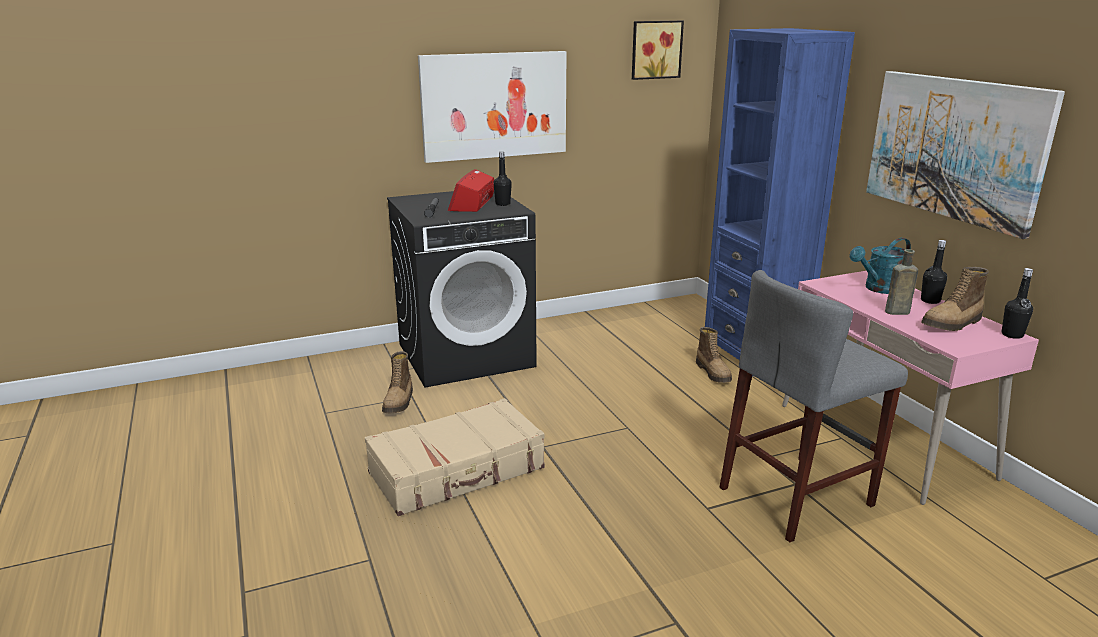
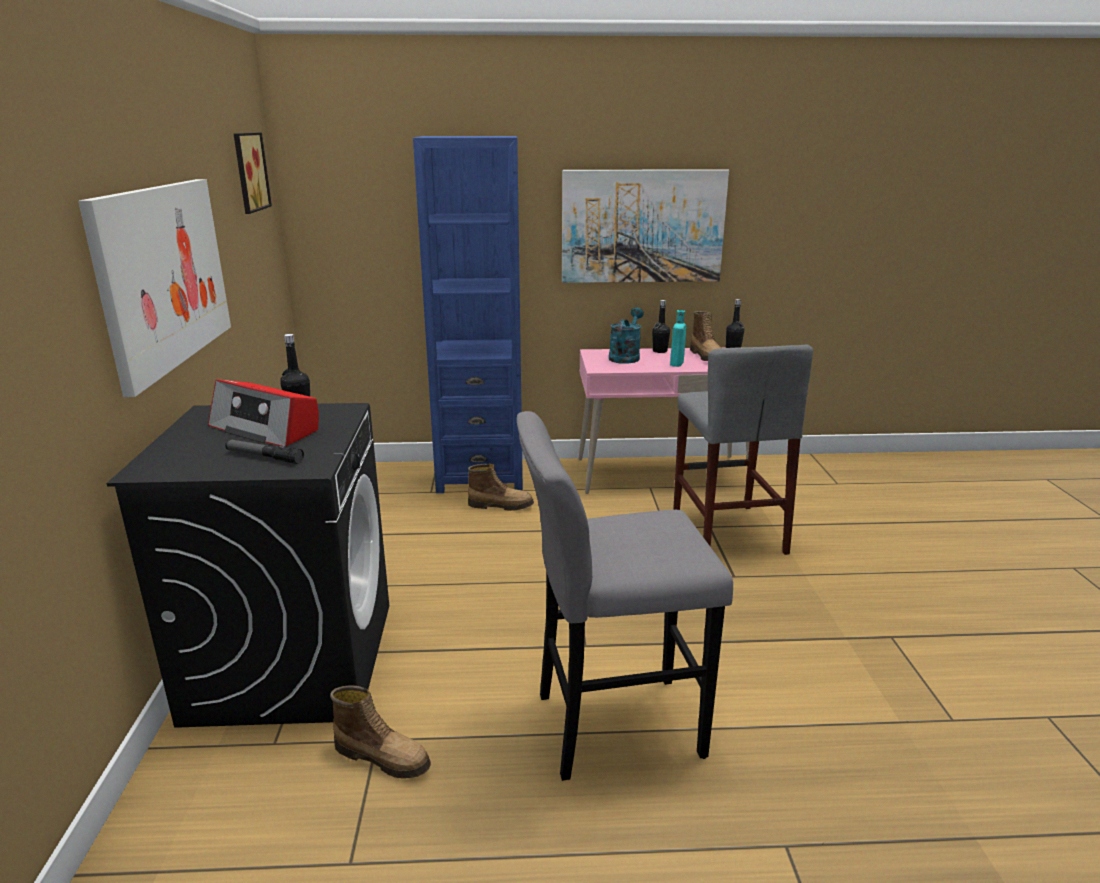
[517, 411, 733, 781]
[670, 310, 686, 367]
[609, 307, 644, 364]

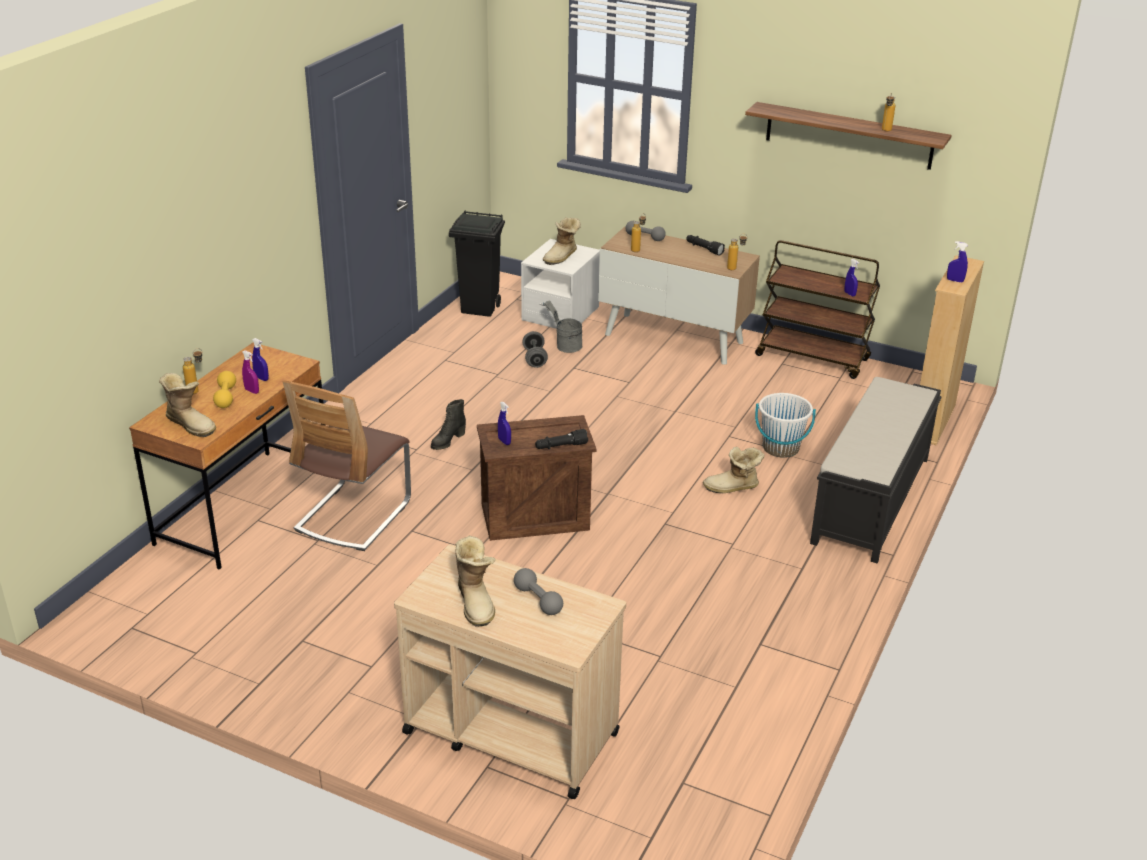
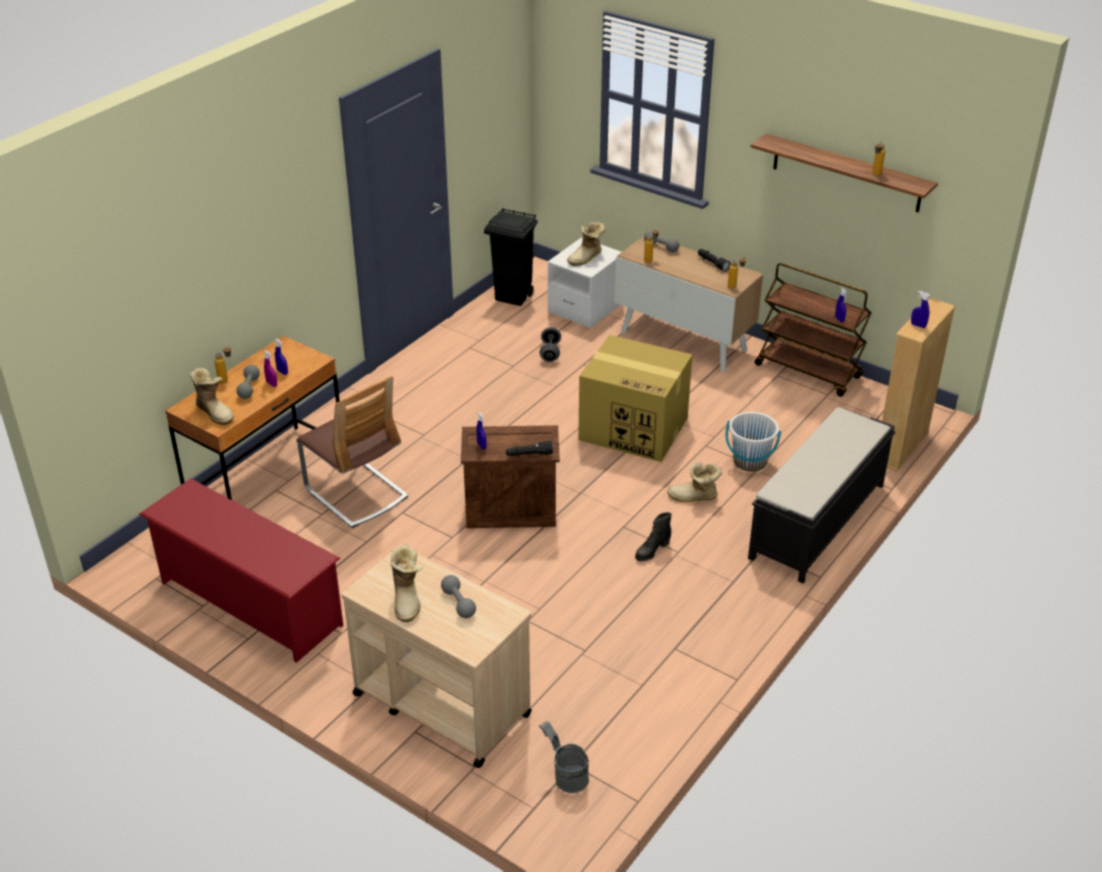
[139, 478, 344, 663]
[578, 335, 693, 462]
[635, 512, 671, 561]
[539, 721, 589, 793]
[236, 365, 260, 399]
[296, 376, 408, 528]

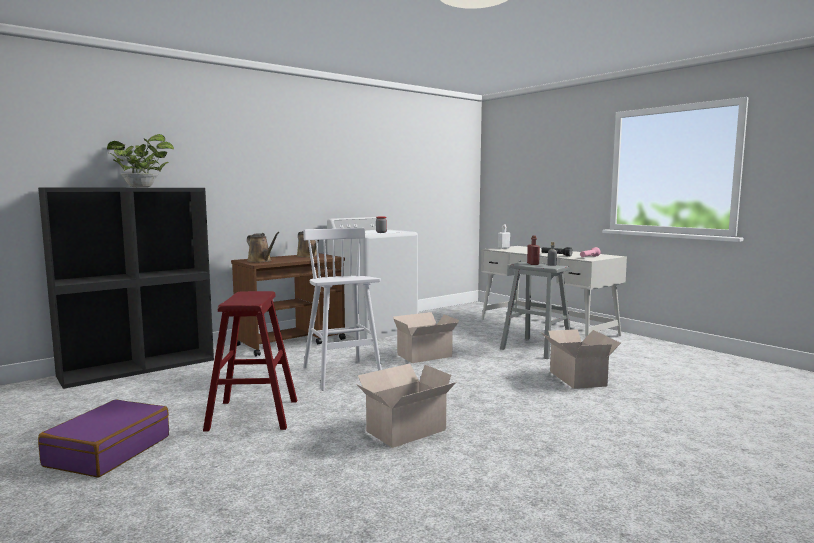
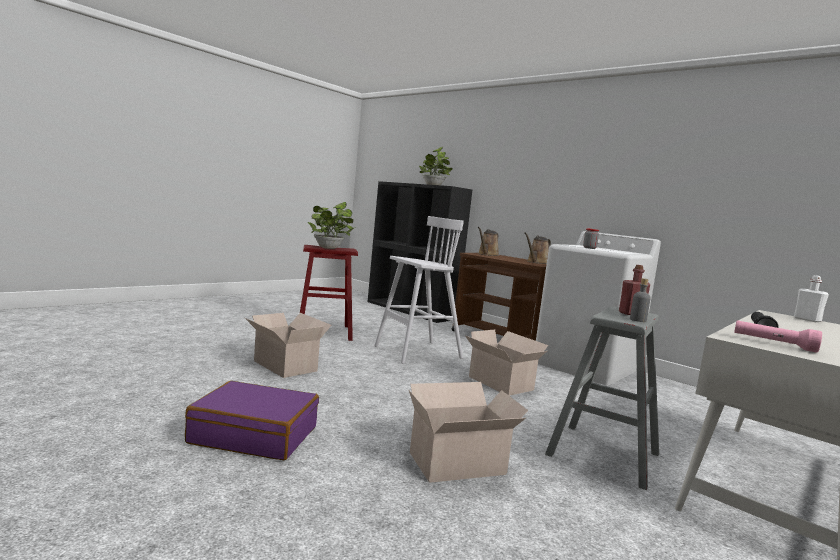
[308, 202, 356, 249]
[185, 381, 319, 460]

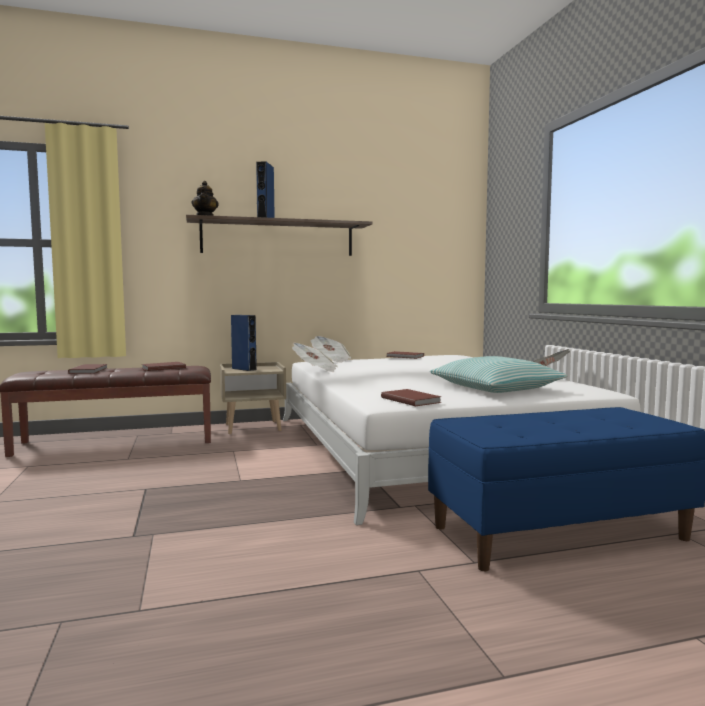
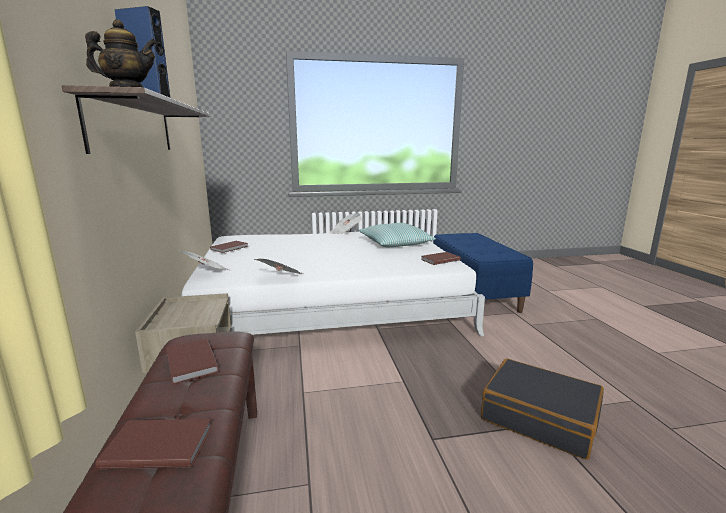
[231, 315, 257, 371] (first image)
[481, 359, 604, 460]

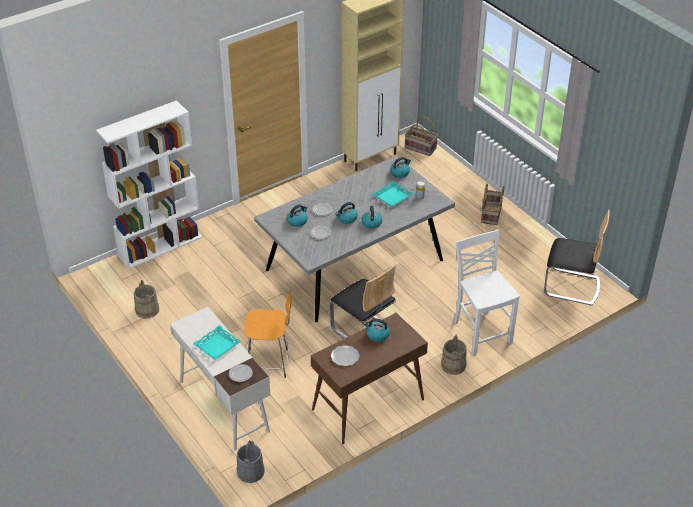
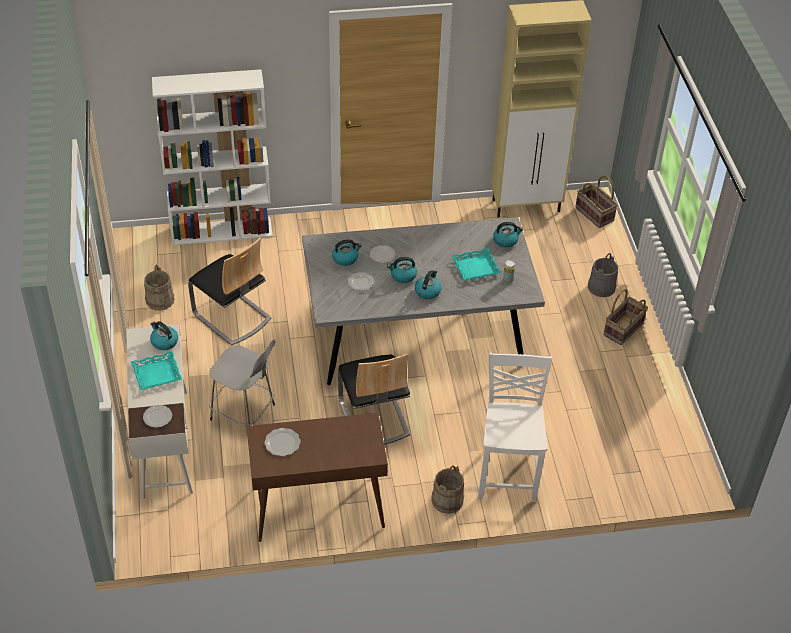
[588, 253, 618, 297]
[150, 321, 178, 350]
[188, 237, 272, 346]
[209, 339, 276, 426]

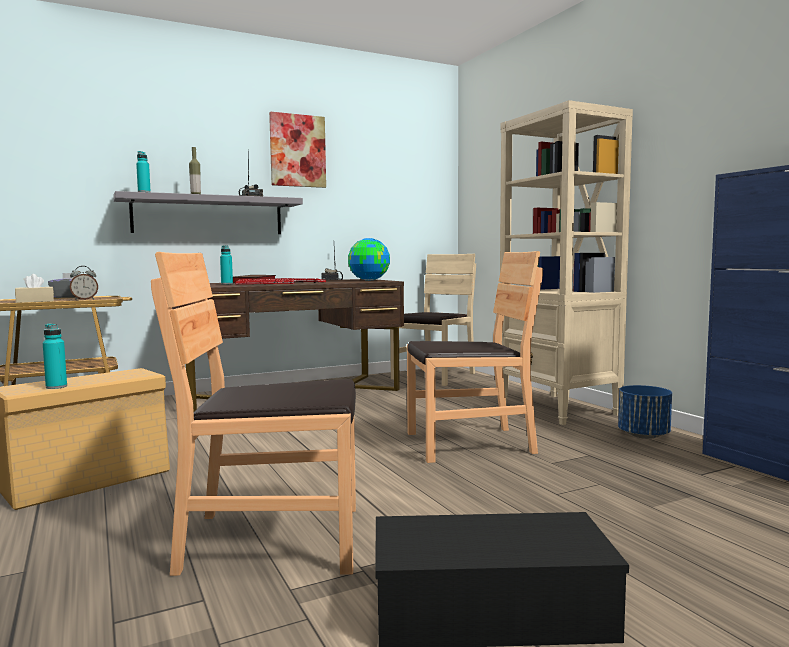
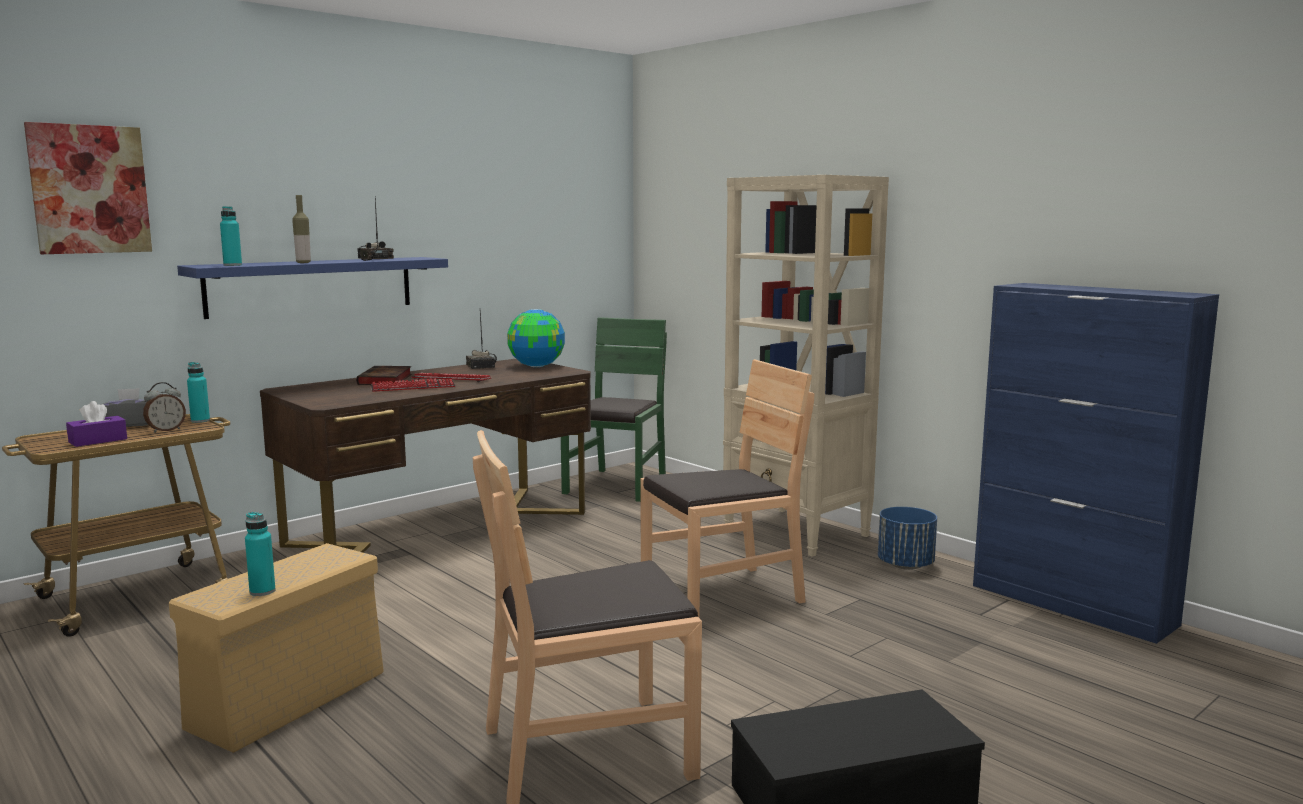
[187, 362, 210, 423]
[24, 122, 152, 254]
[66, 401, 127, 447]
[177, 257, 448, 319]
[561, 317, 667, 502]

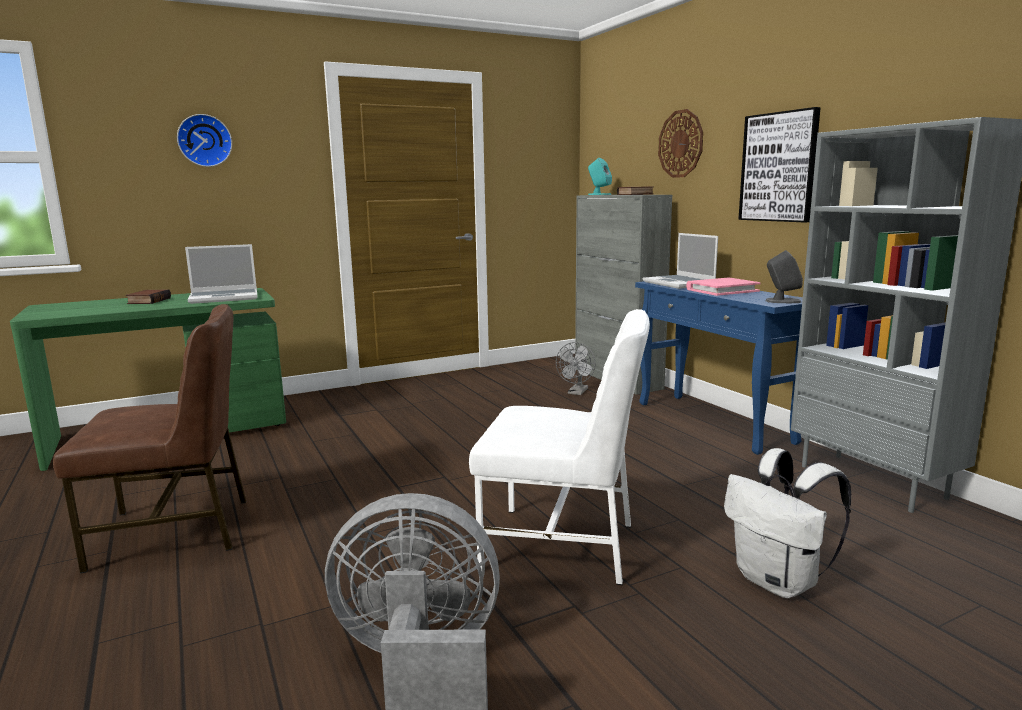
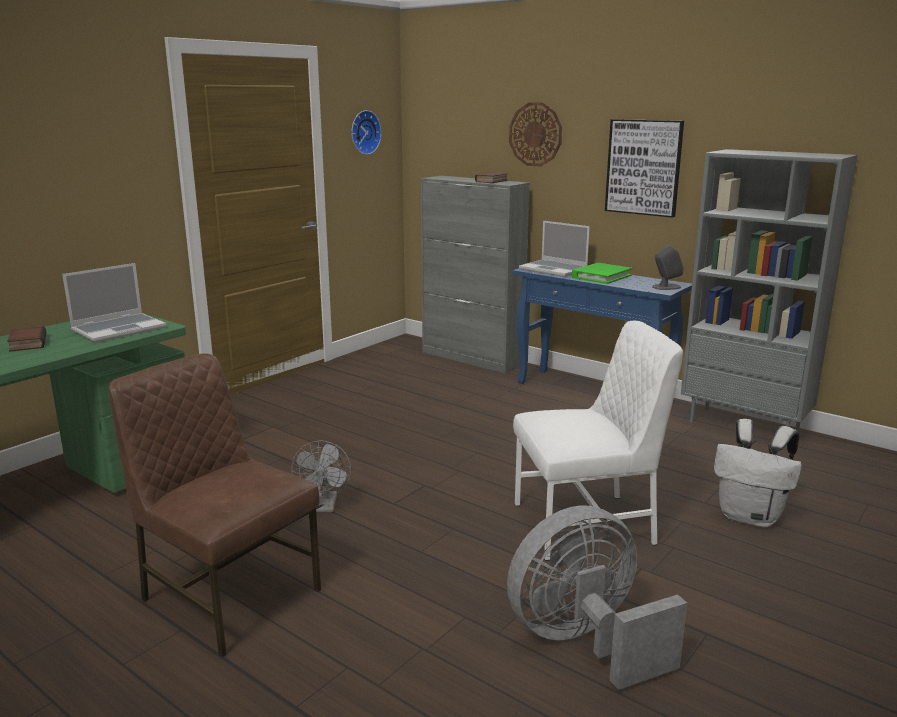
[588, 158, 612, 195] (first image)
[352, 110, 382, 155]
[291, 440, 351, 512]
[571, 263, 632, 284]
[109, 353, 321, 658]

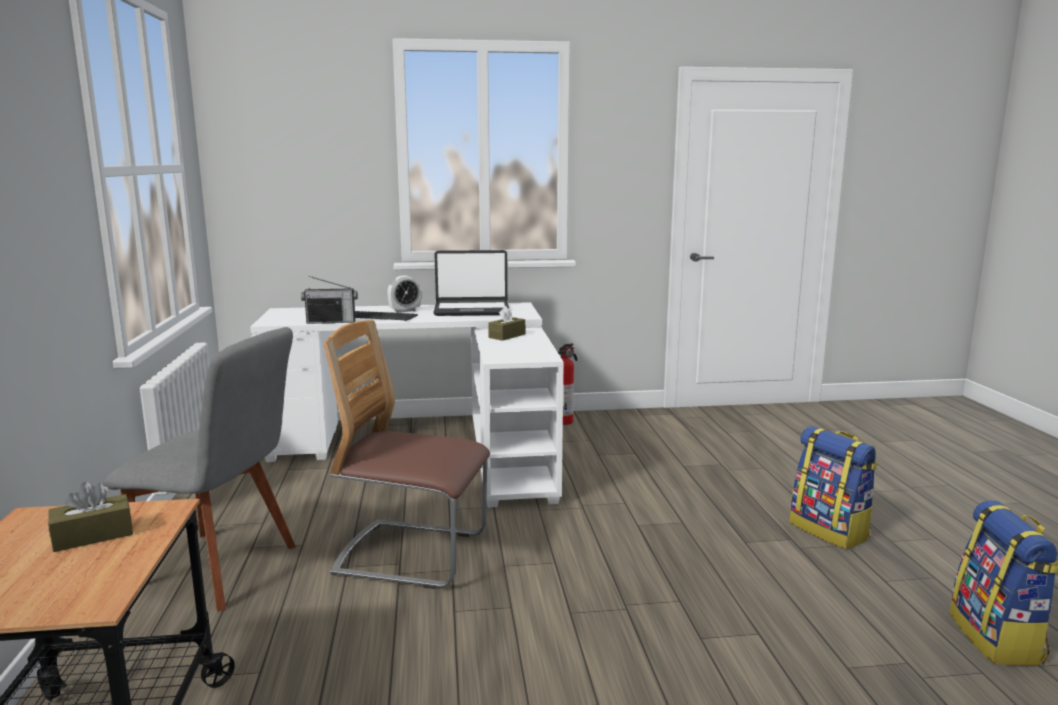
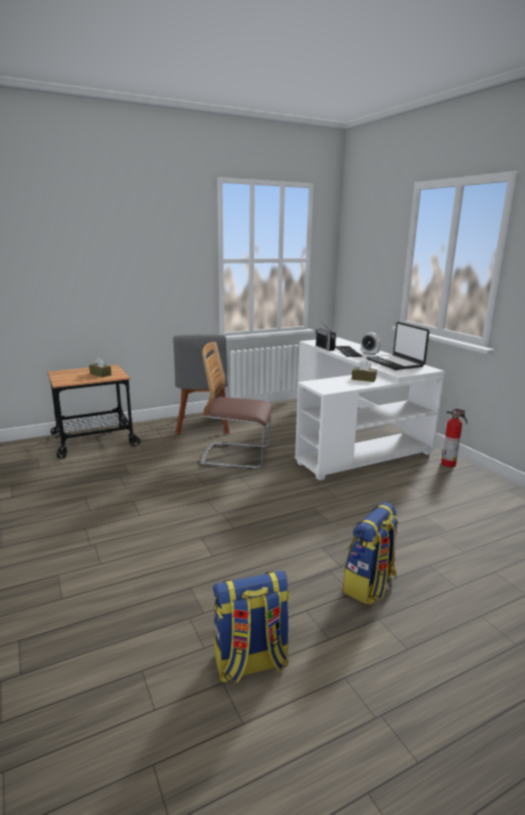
[201, 342, 273, 469]

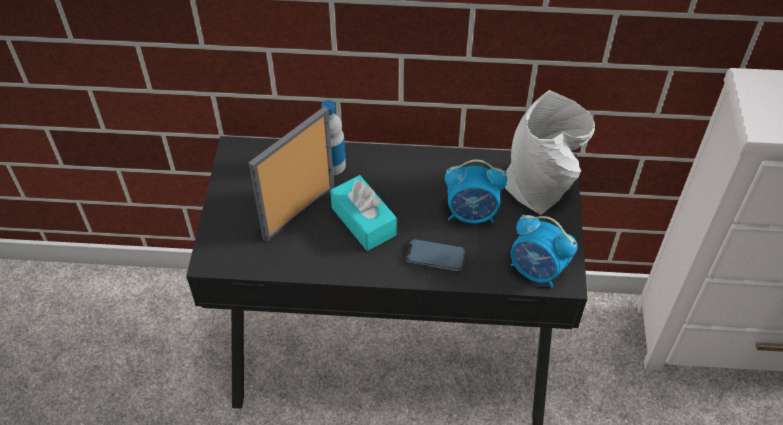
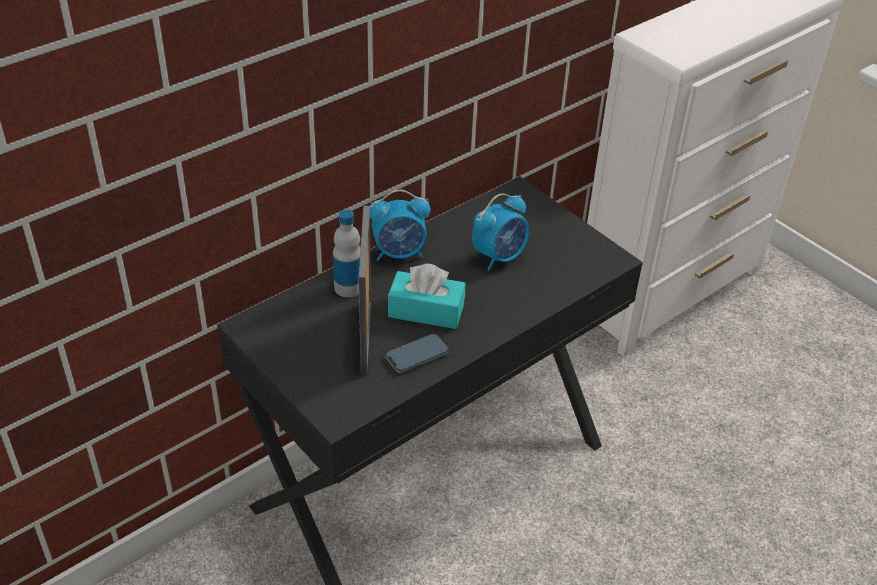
[505, 90, 595, 215] (first image)
[385, 334, 449, 373]
[370, 190, 430, 261]

